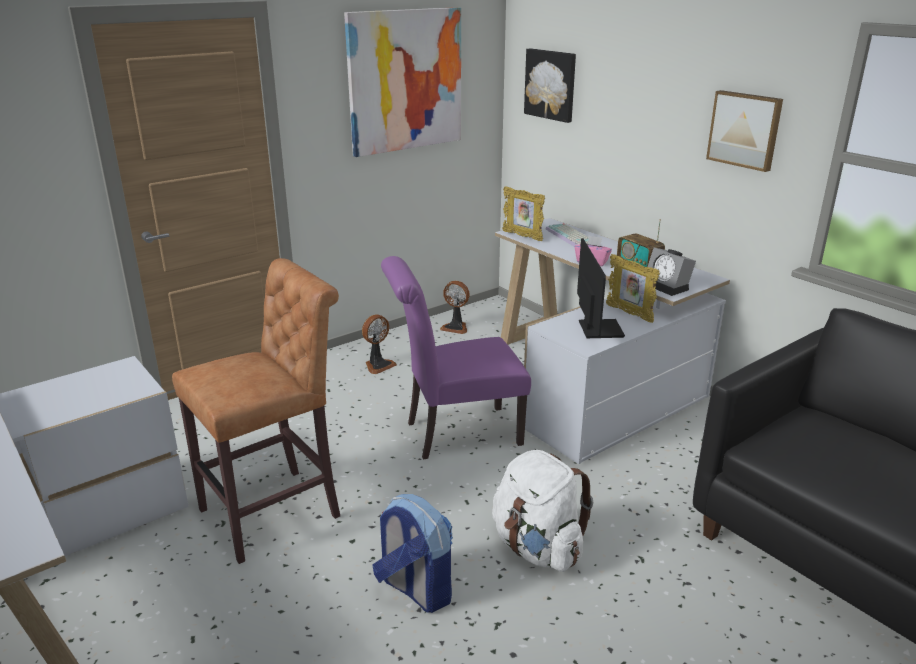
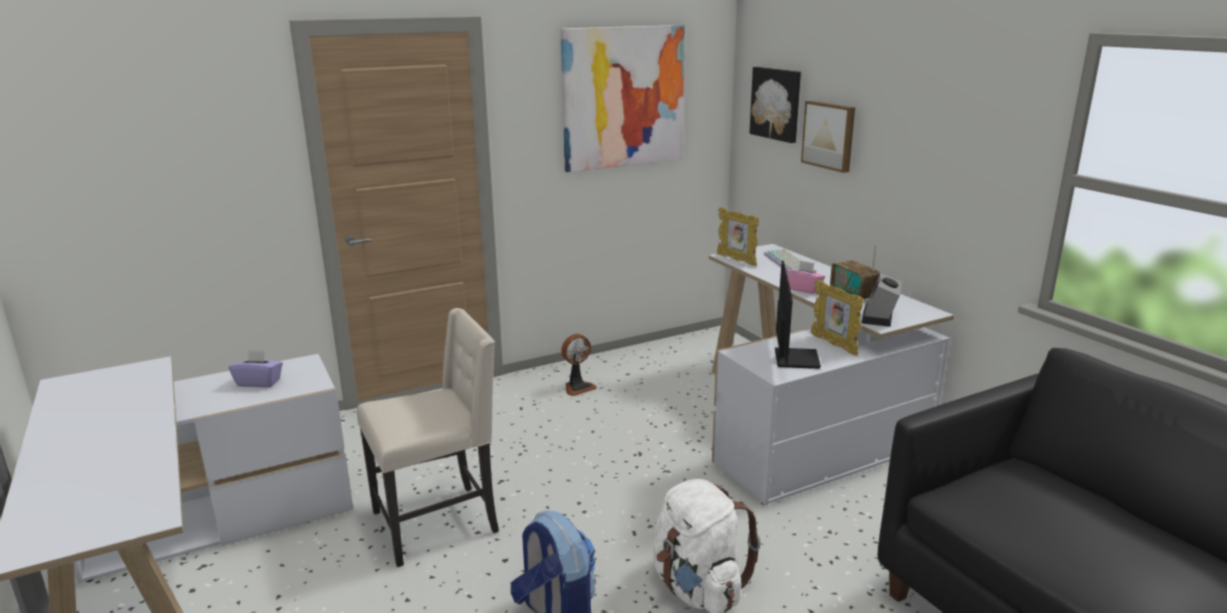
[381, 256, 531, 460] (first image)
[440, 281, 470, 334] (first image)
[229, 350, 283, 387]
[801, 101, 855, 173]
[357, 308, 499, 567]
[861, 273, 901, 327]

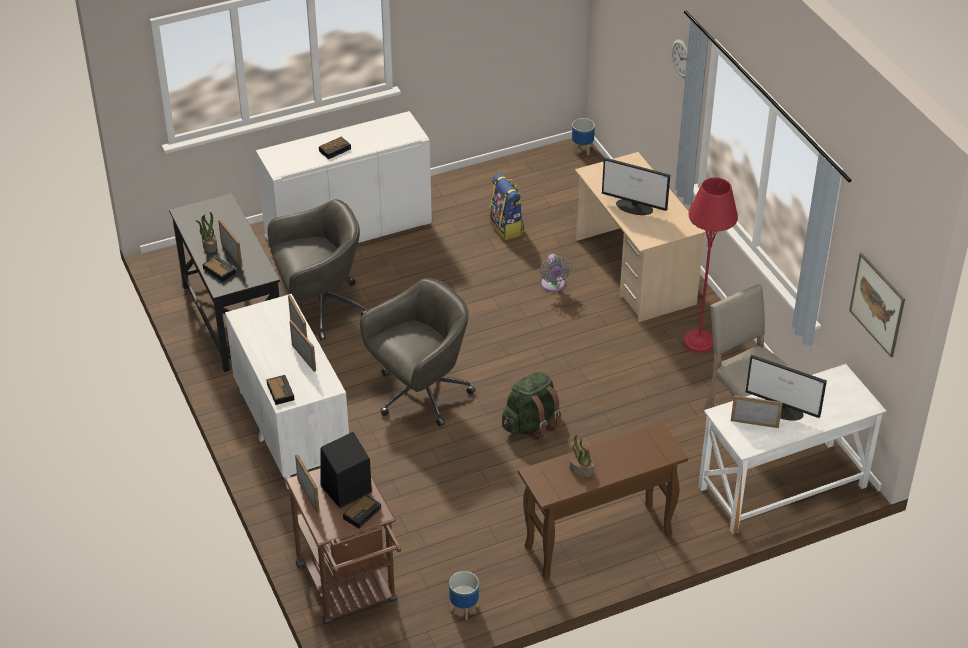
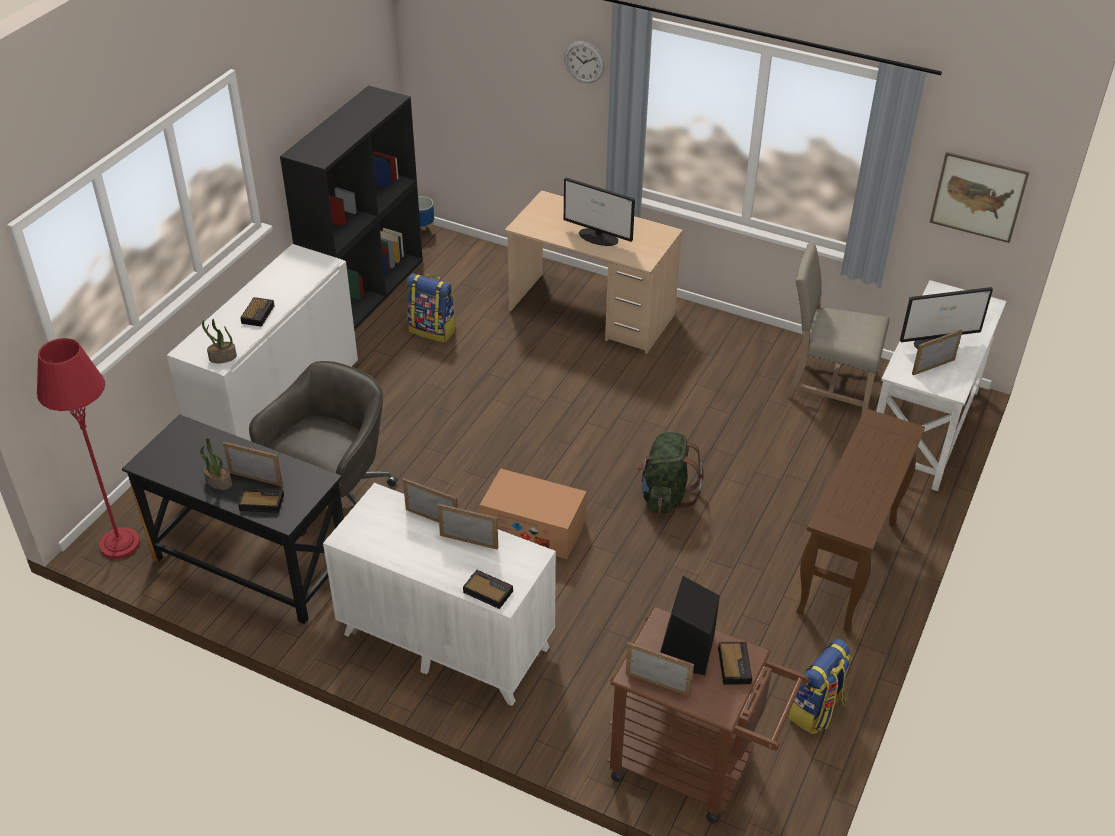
[540, 254, 572, 292] (first image)
[280, 85, 423, 331]
[202, 319, 237, 363]
[37, 338, 140, 559]
[480, 468, 587, 559]
[788, 639, 852, 734]
[564, 177, 635, 246]

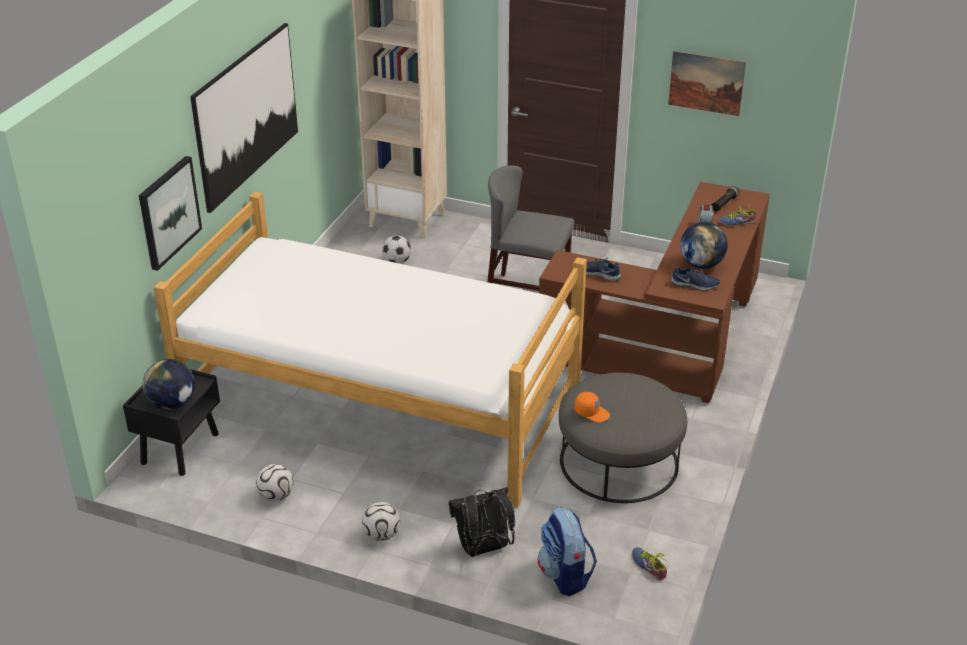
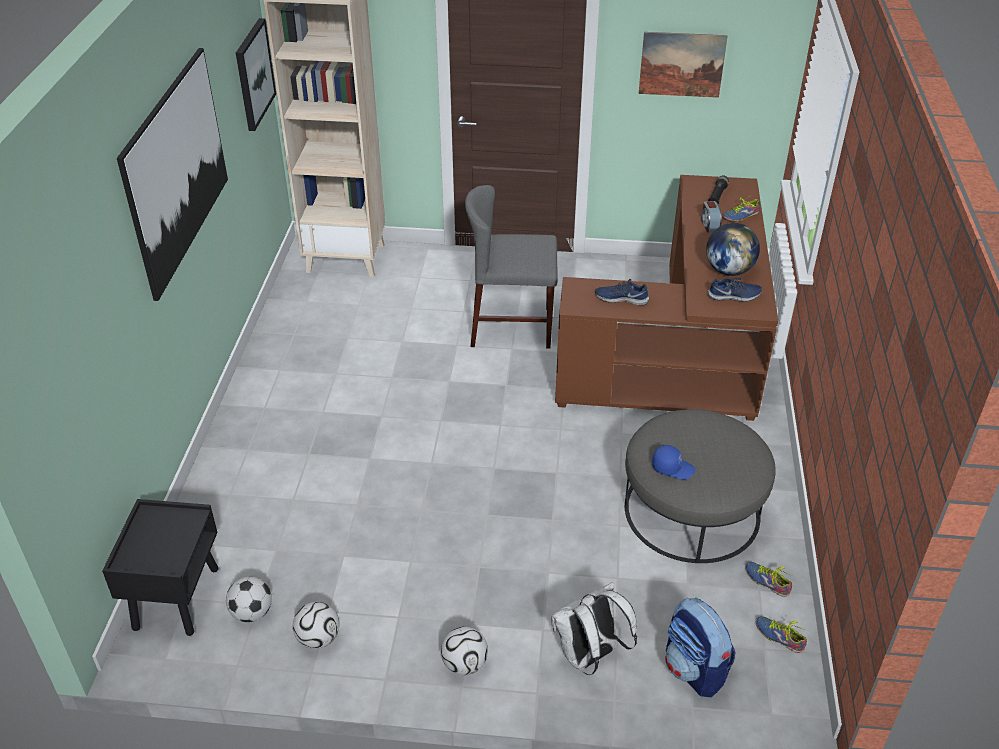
[143, 359, 195, 410] (first image)
[154, 192, 587, 508] (first image)
[745, 562, 792, 597]
[236, 18, 276, 131]
[226, 576, 272, 622]
[551, 582, 637, 675]
[652, 445, 695, 480]

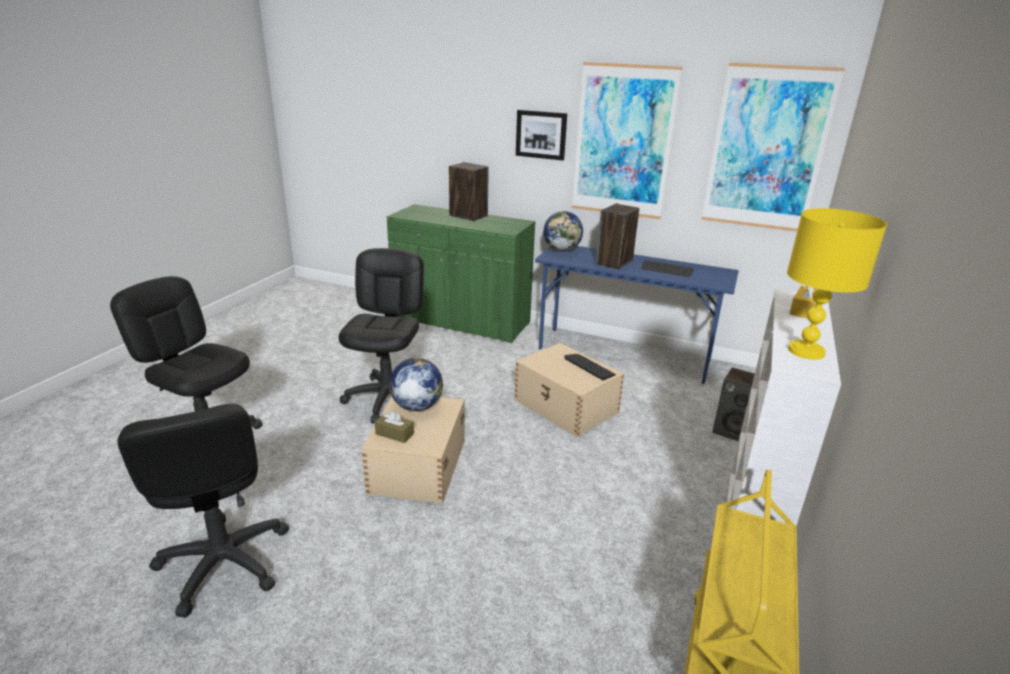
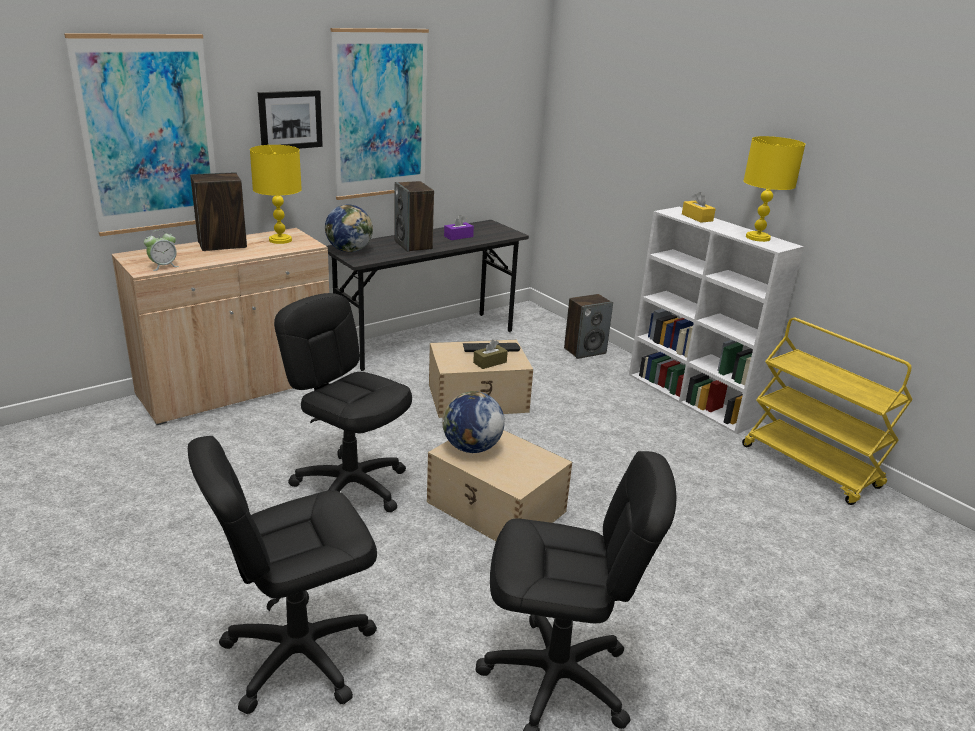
[144, 230, 179, 271]
[250, 145, 302, 244]
[473, 340, 508, 369]
[64, 33, 216, 236]
[444, 215, 474, 240]
[112, 228, 329, 425]
[327, 220, 529, 371]

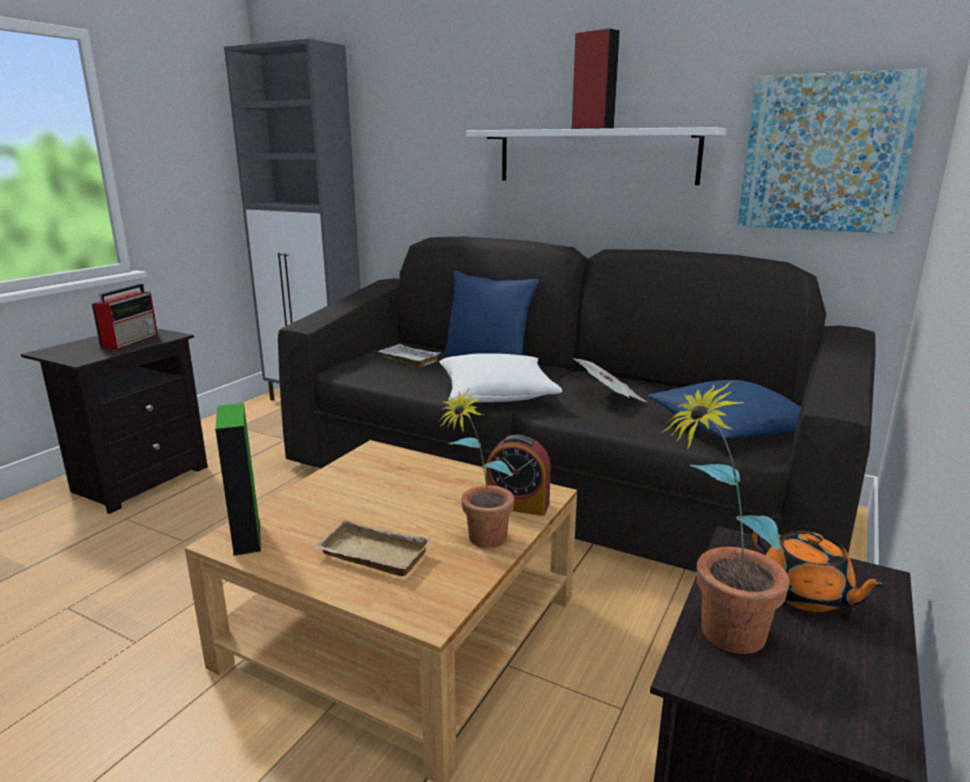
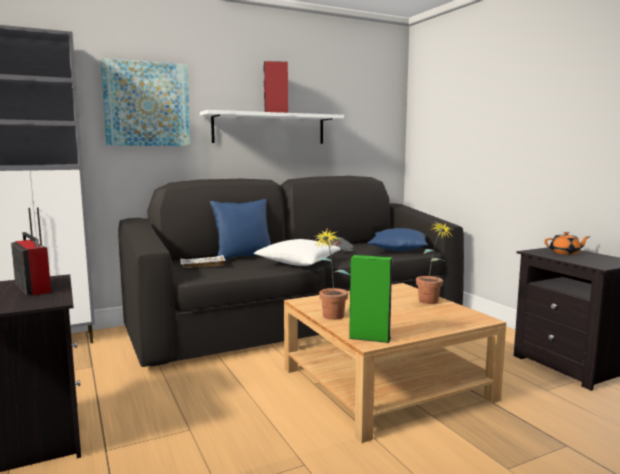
[314, 520, 432, 576] (first image)
[486, 435, 551, 516] (first image)
[315, 230, 350, 320]
[100, 58, 190, 146]

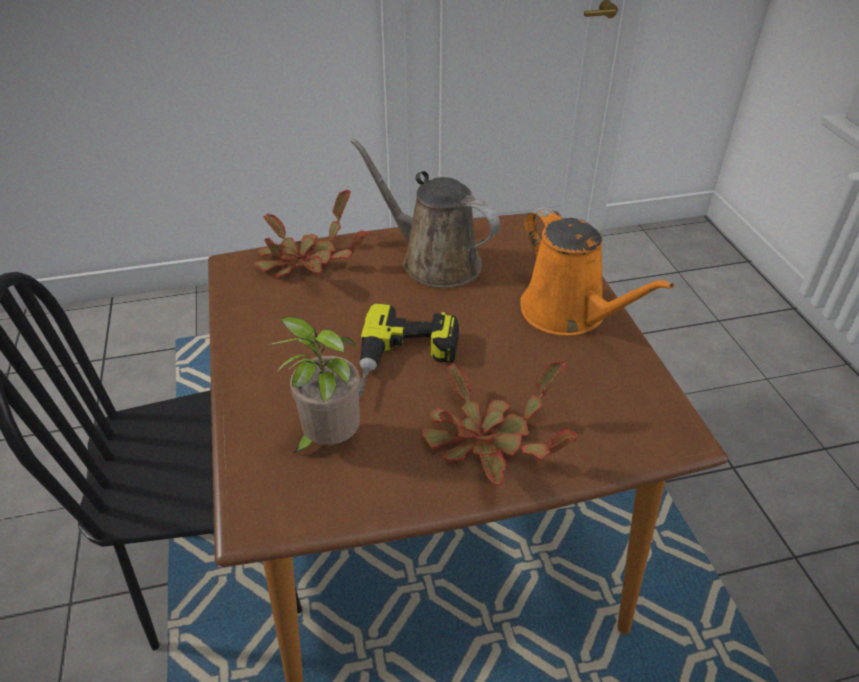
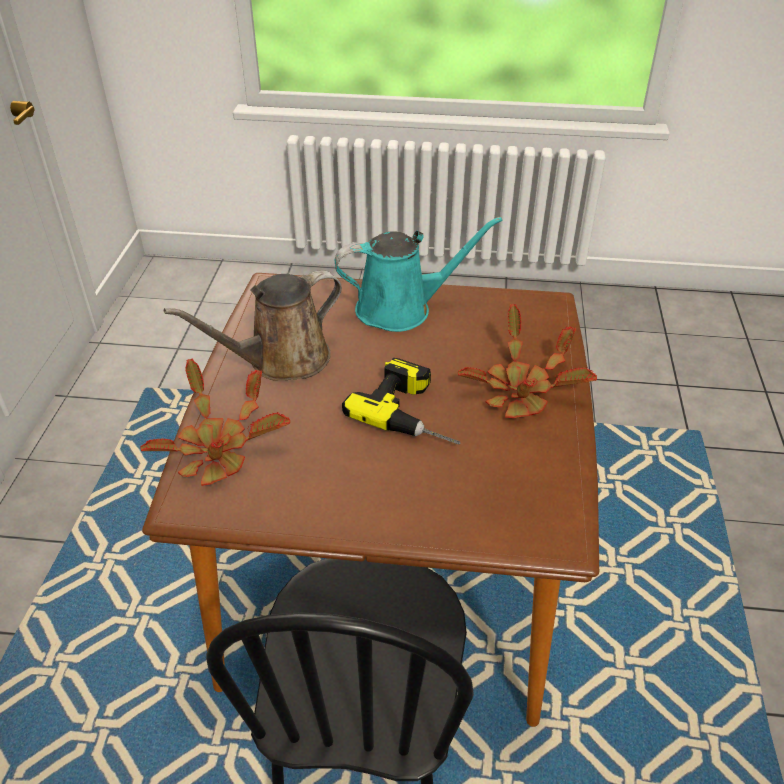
[267, 317, 360, 454] (first image)
[335, 217, 503, 332]

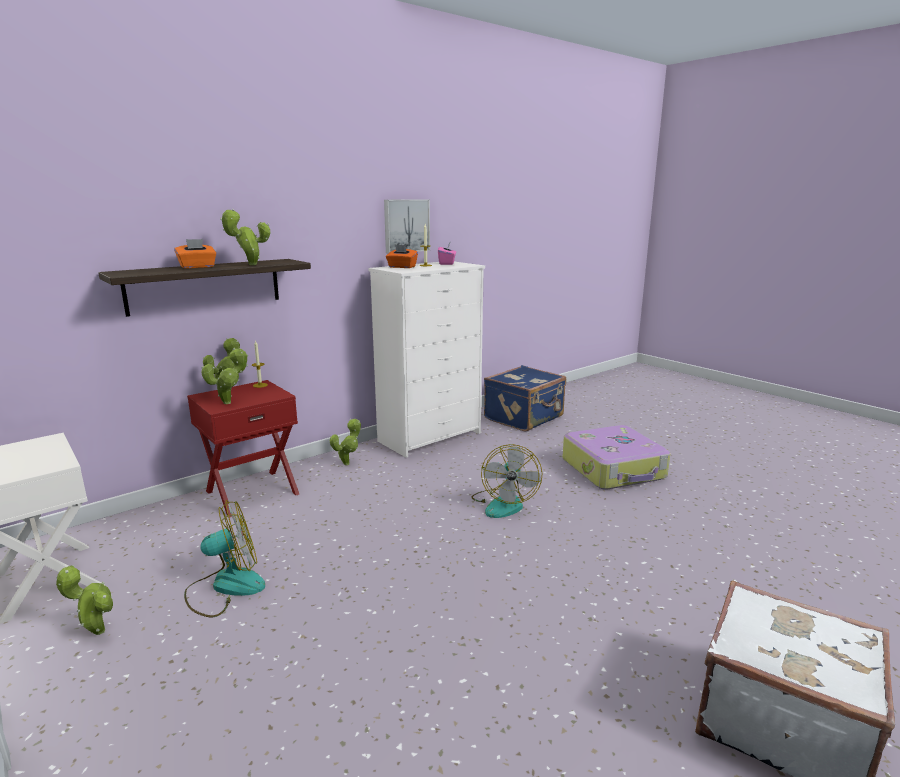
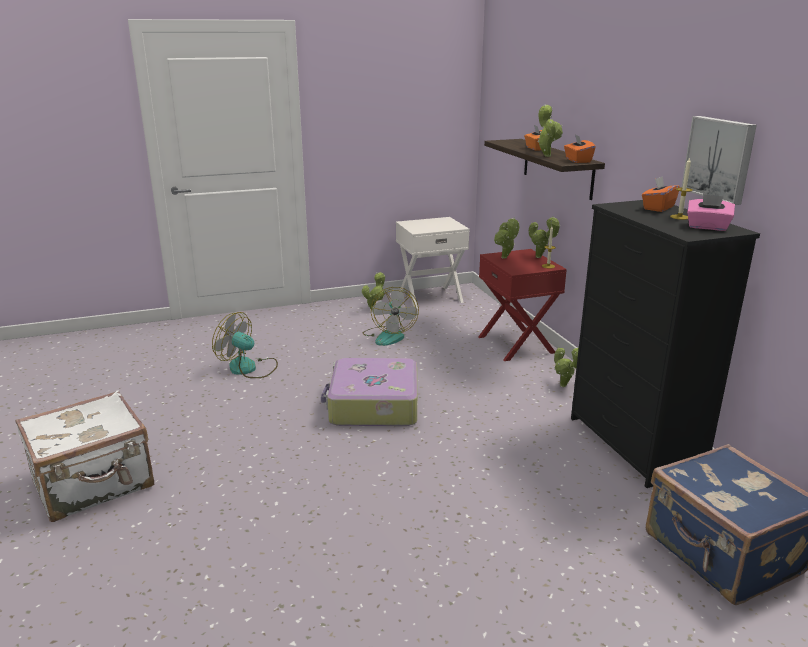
[564, 135, 596, 163]
[212, 312, 278, 378]
[321, 358, 417, 426]
[571, 200, 760, 488]

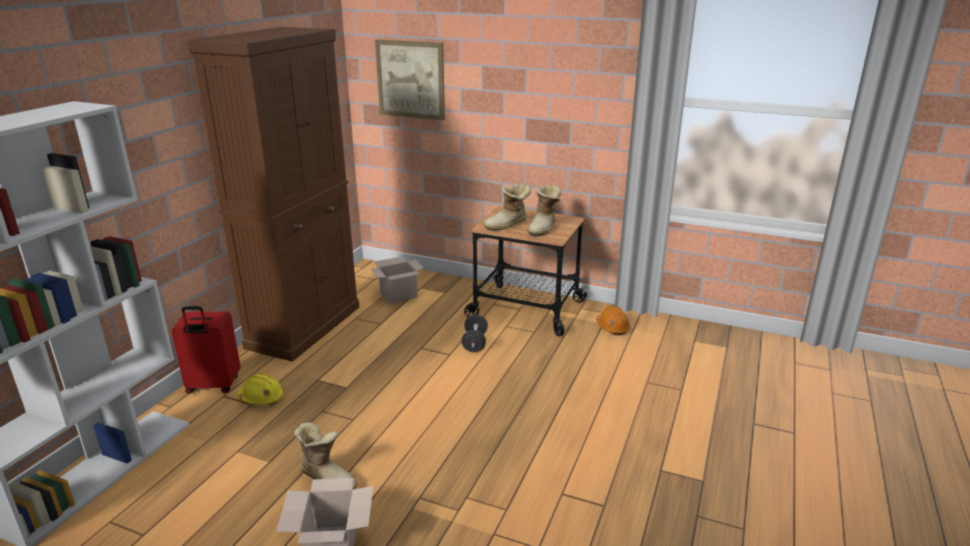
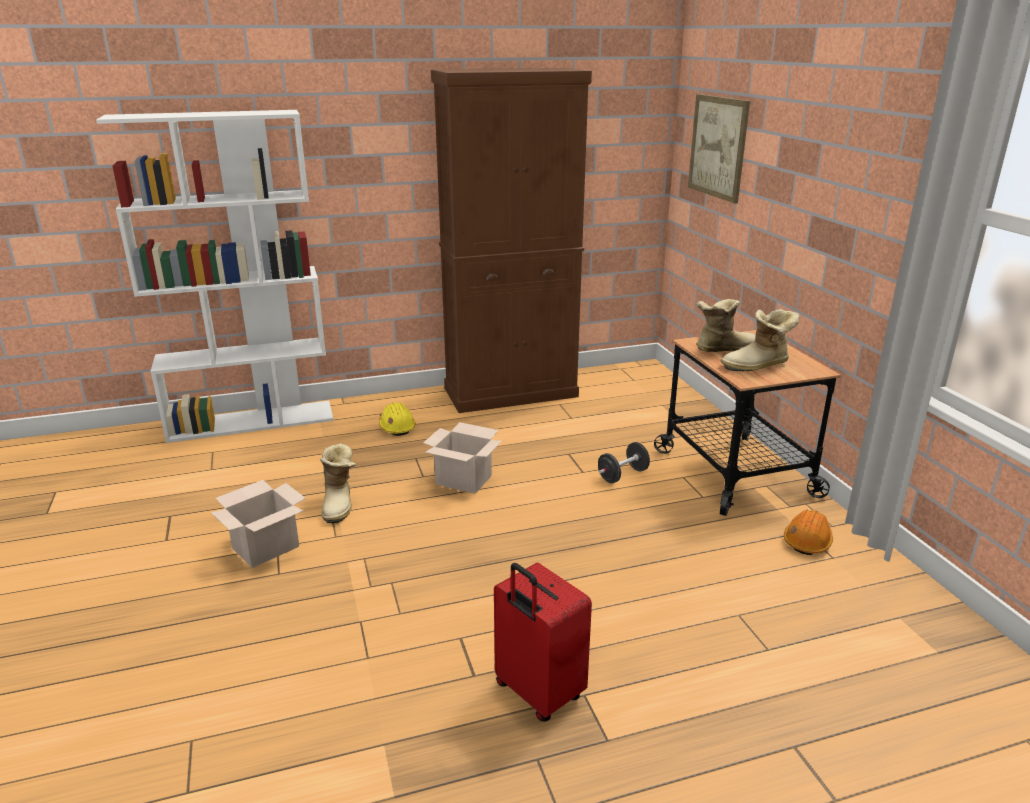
[494, 563, 592, 722]
[423, 422, 502, 494]
[696, 299, 756, 352]

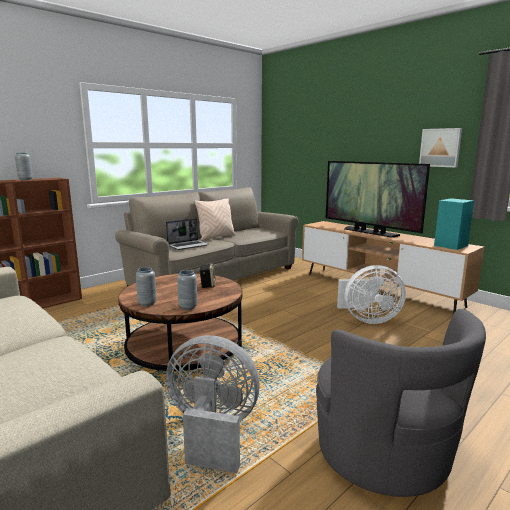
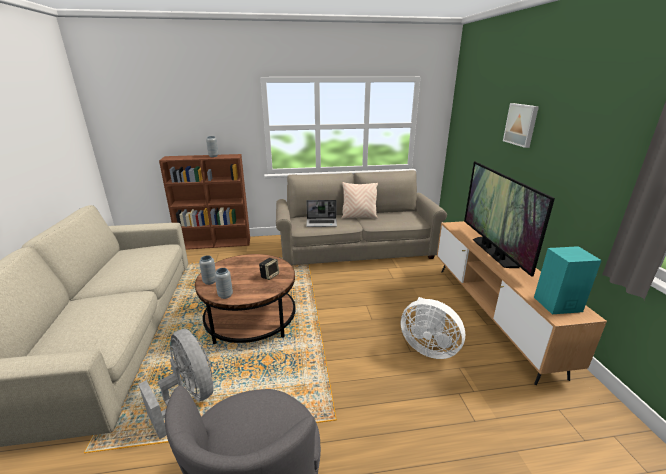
[503, 103, 539, 148]

